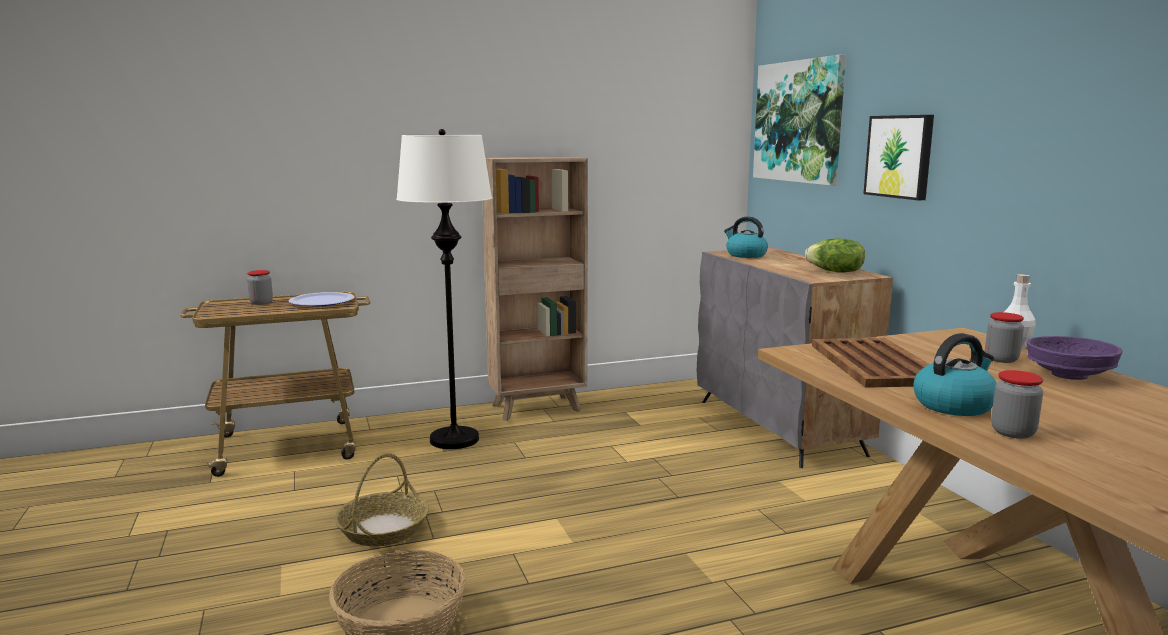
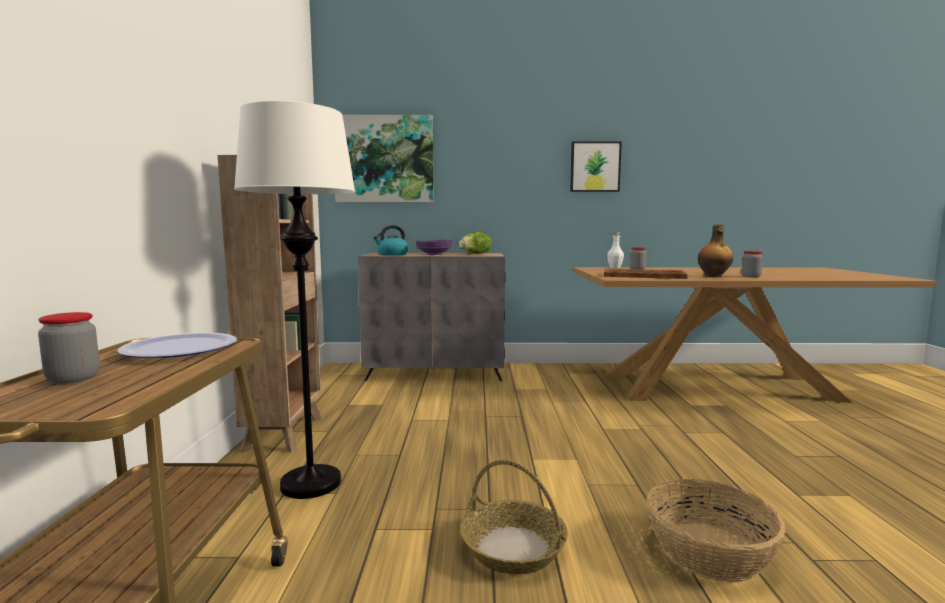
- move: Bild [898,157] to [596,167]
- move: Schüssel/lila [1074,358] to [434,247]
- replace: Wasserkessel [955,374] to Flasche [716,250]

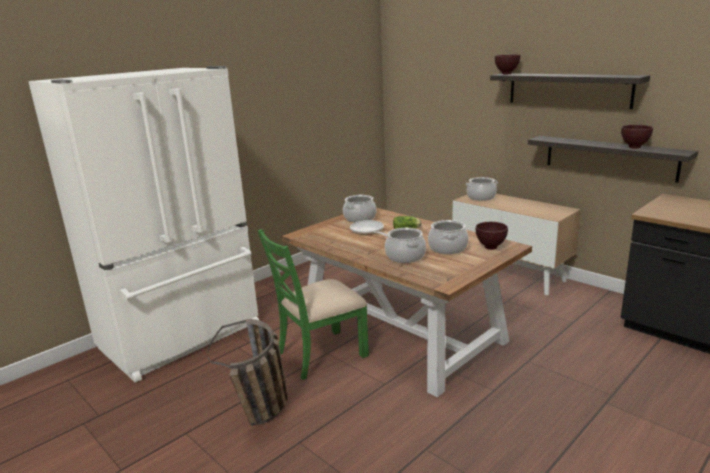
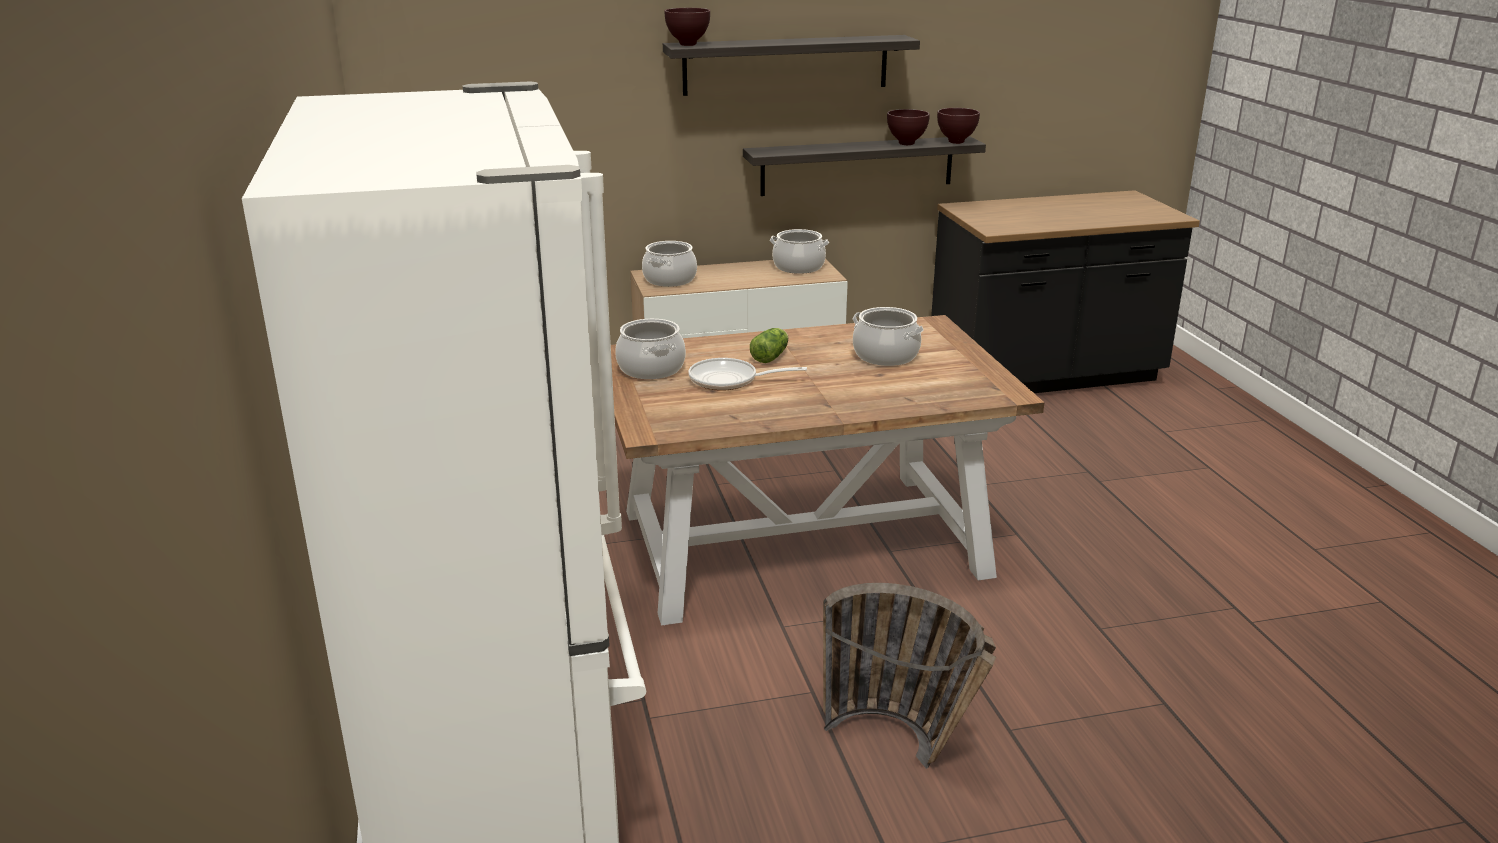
- delete: Stuhl/grün [313,304]
- move: Kochtopf [405,245] to [799,251]
- move: Schüssel/braun [492,236] to [958,126]

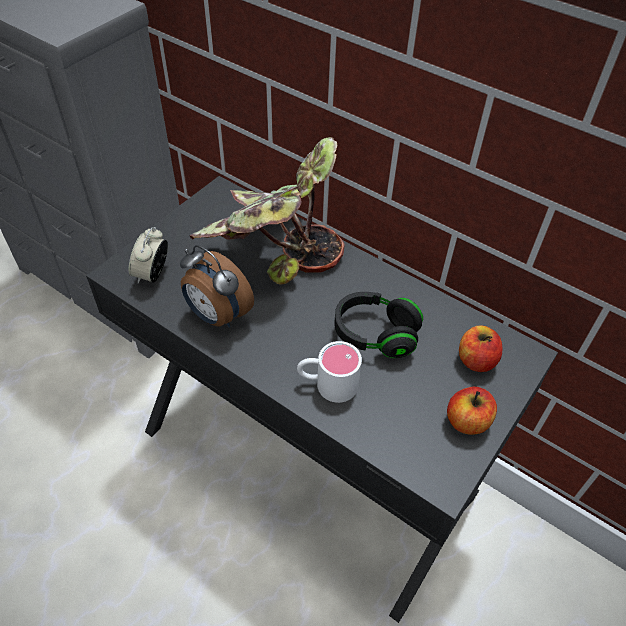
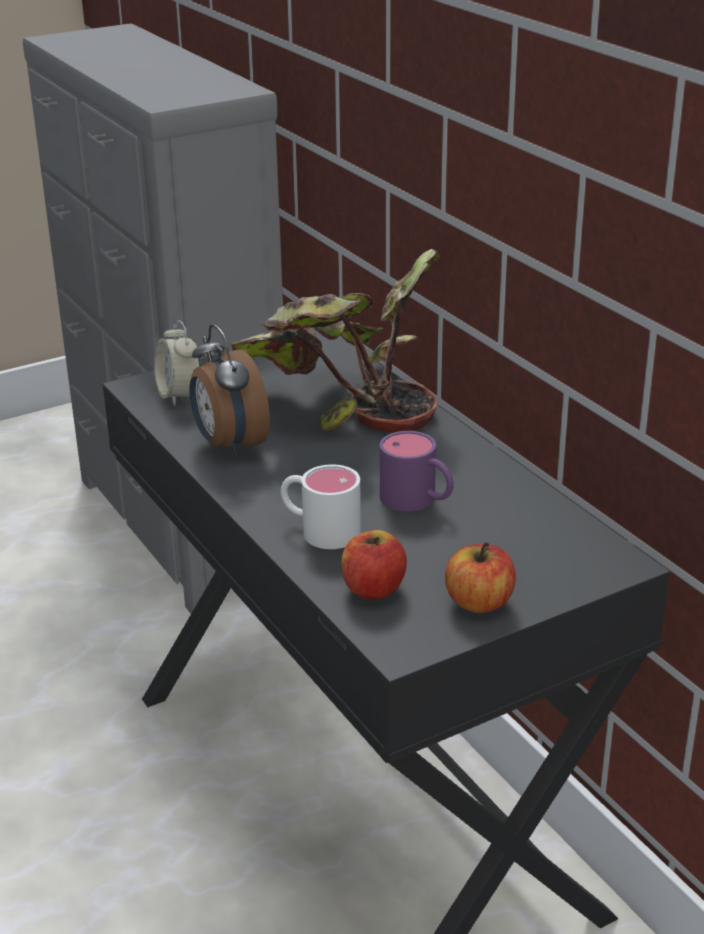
- move: Apfel [480,348] to [374,565]
- replace: Kopfhörer/schwarz [378,325] to Henkelbecher/lila [417,471]
- rotate: Wecker [148,255] = [177,363] 60 degrees counterclockwise

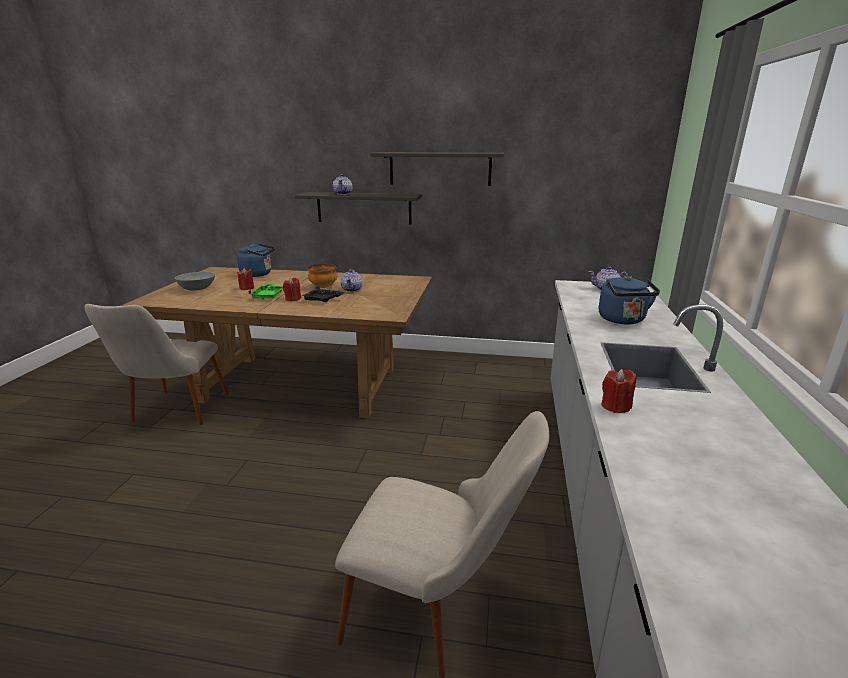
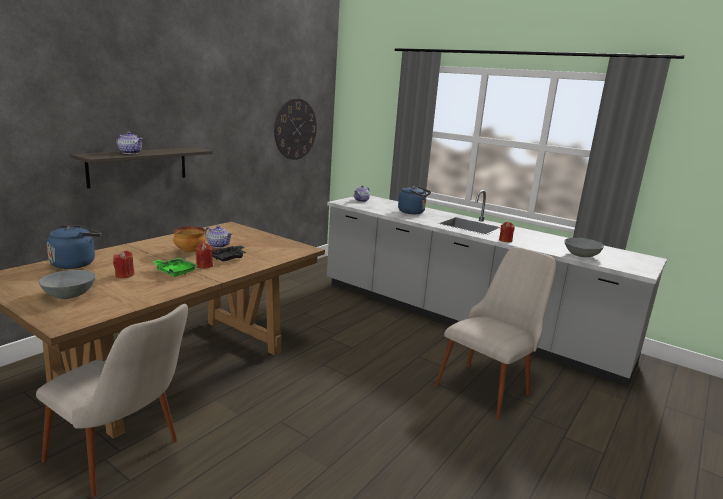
- delete: Wandregal [437,169]
- insert: Wanduhr [295,129]
- insert: Schüssel/grau [584,247]

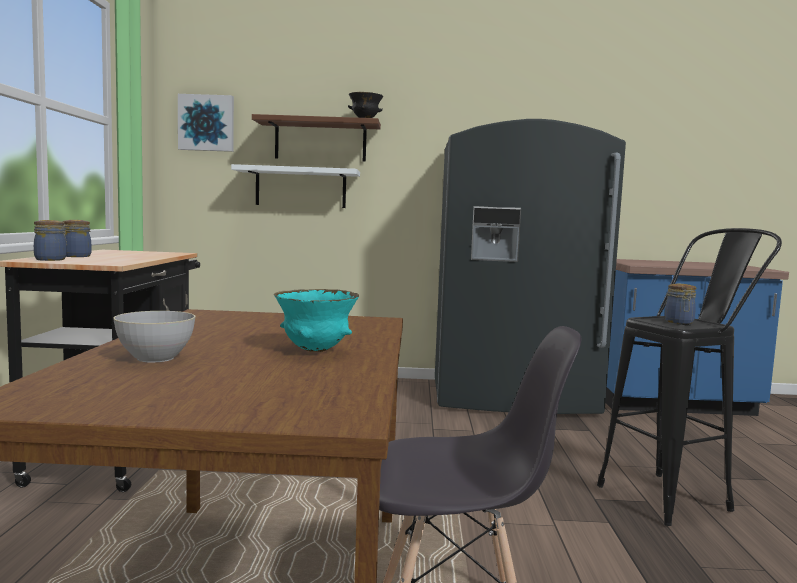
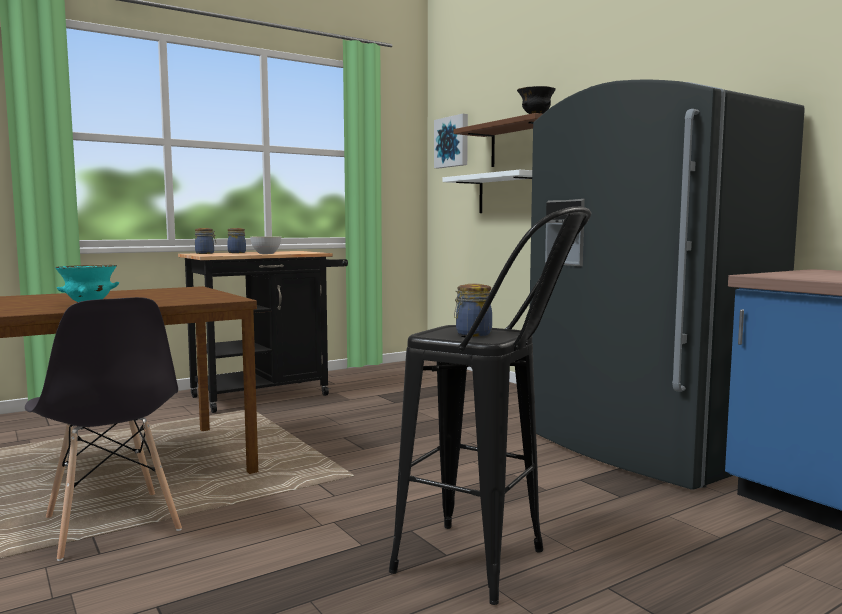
- move: Schüssel/grau [154,336] to [265,245]

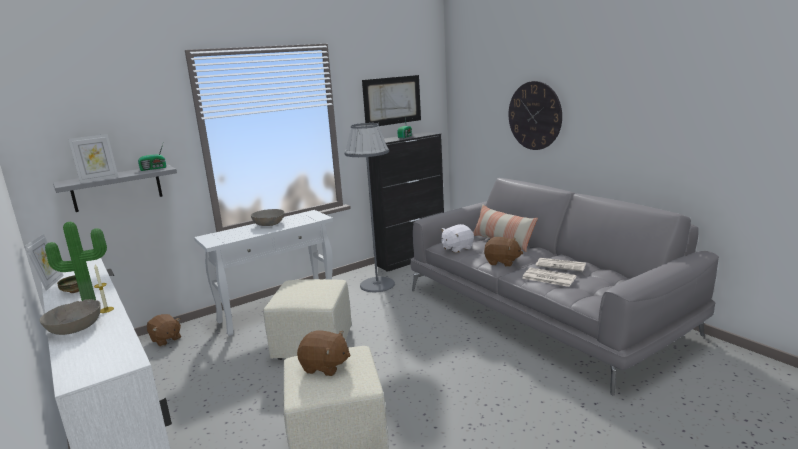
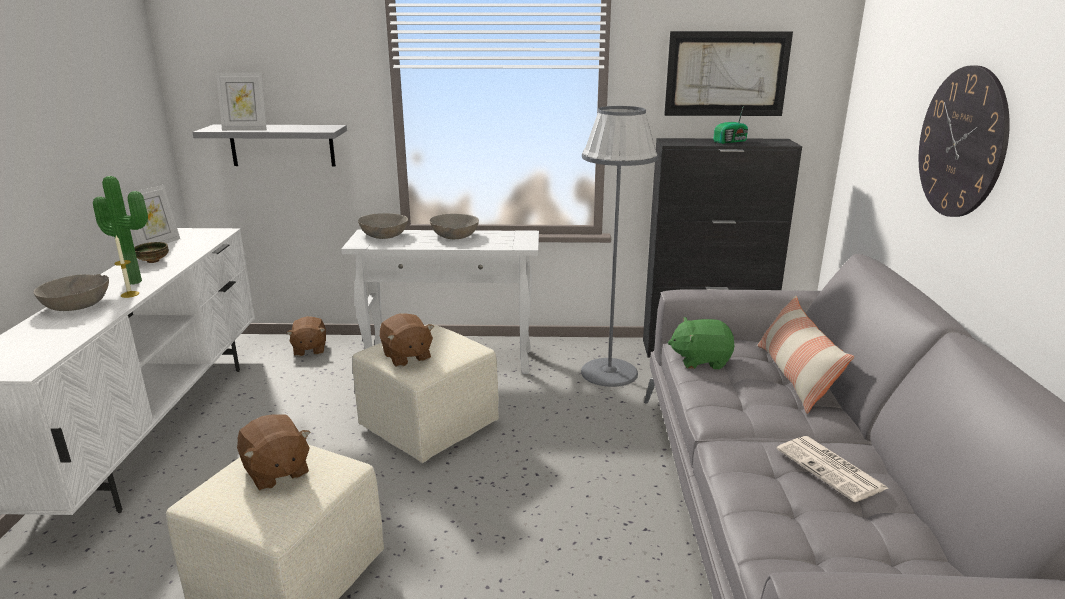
- delete: Radio [152,157]
- delete: Zeitung [549,277]
- insert: Schüssel/grau [383,226]
- move: Plüschtier/braun [503,252] to [407,340]
- recolor: Plüschtier/weiß [457,238] to Plüschtier/grün [701,343]

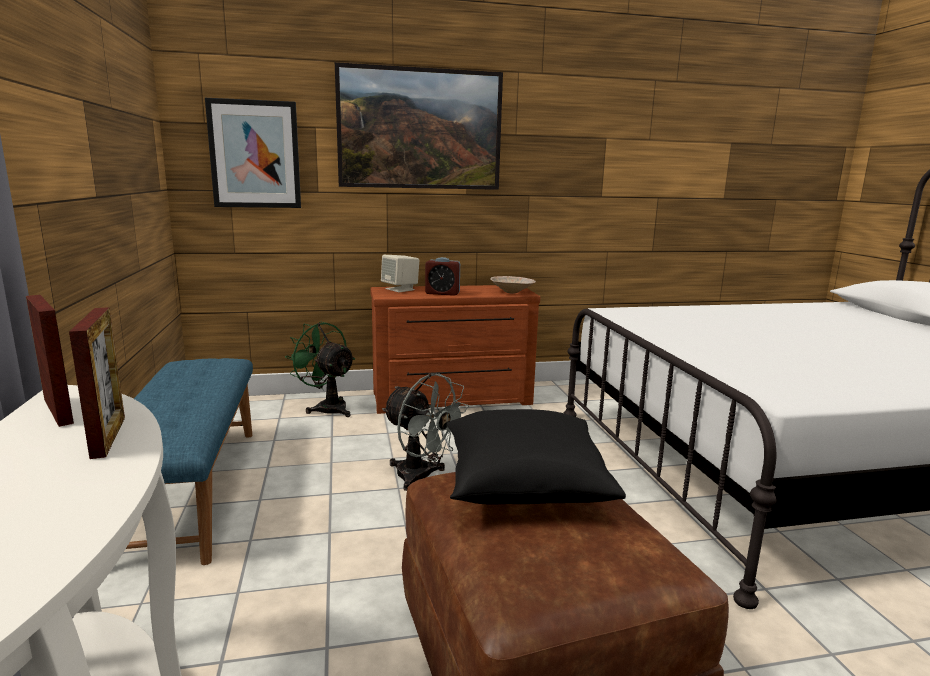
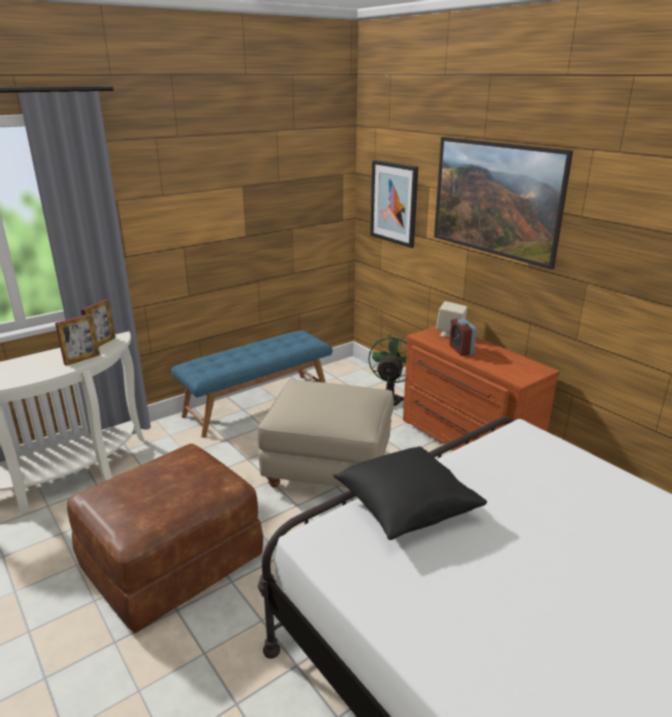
- delete: Schüssel/beige [513,284]
- move: Kissen/schwarz [536,457] to [410,493]
- replace: Ventilator/grau [425,432] to Polsterhocker/beige [325,433]

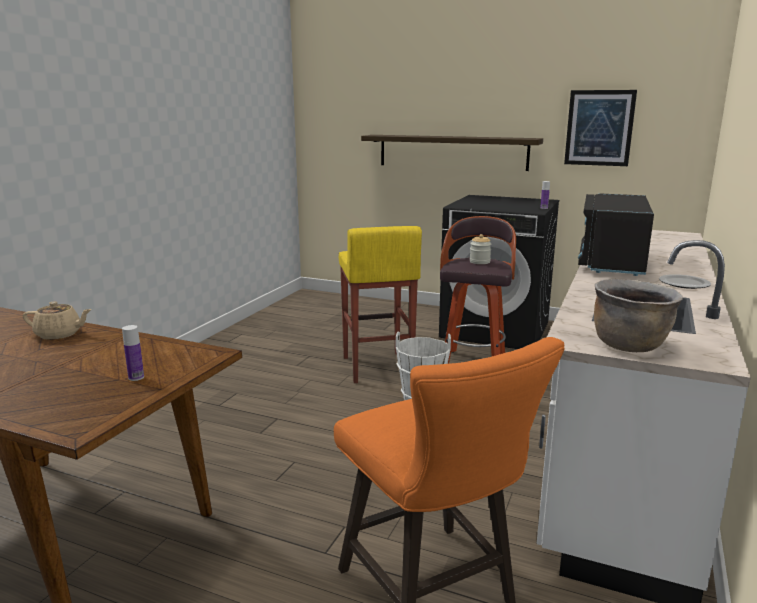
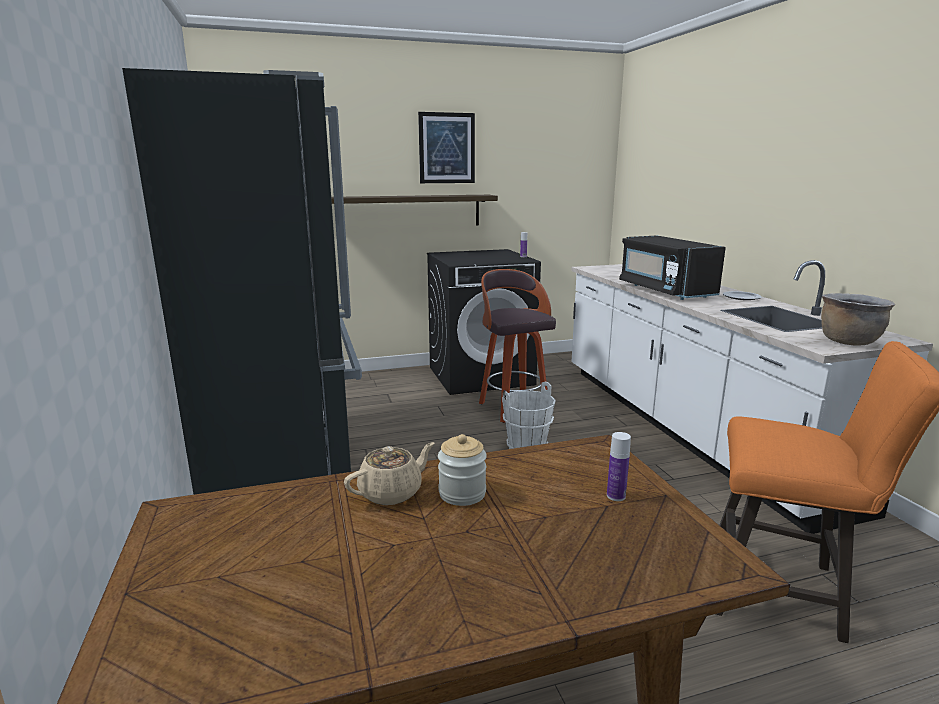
- delete: Hocker/gelb [380,304]
- insert: Kühlschrank/schwarz [242,281]
- move: Vorratsglas [481,249] to [462,470]
- move: Bild [600,128] to [446,147]

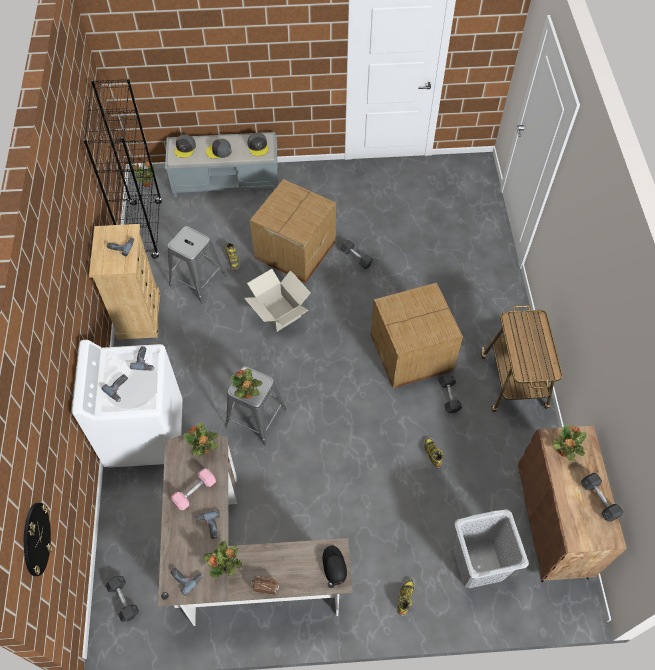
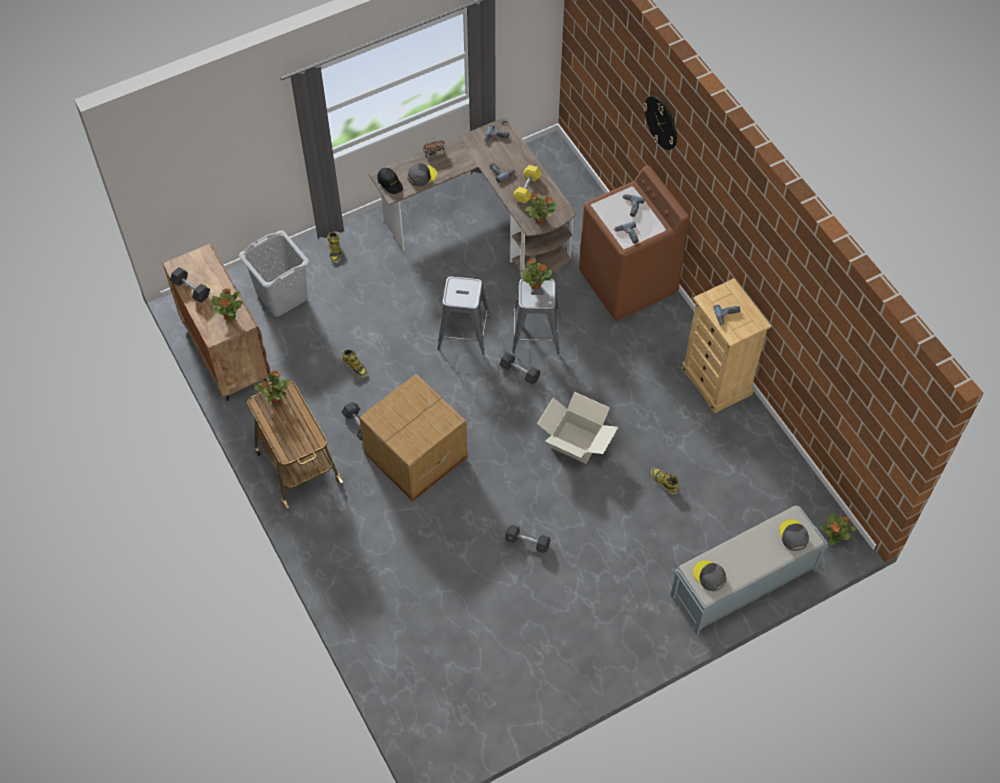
- delete: Bücherregal/schwarz [122,168]
- delete: Karton [293,231]
- move: Wanduhr [38,539] to [660,123]
- move: Hantel/grau [122,599] to [520,368]
- move: Hocker/grau [196,265] to [464,315]
- move: Topfpflanze [222,559] to [272,387]
- move: Kappe/grau [219,148] to [422,175]
- recolor: Waschmaschine/weiß [127,404] to Waschmaschine/braun [634,243]
- recolor: Hantel/rosa [193,490] to Hantel/gelb [527,184]

